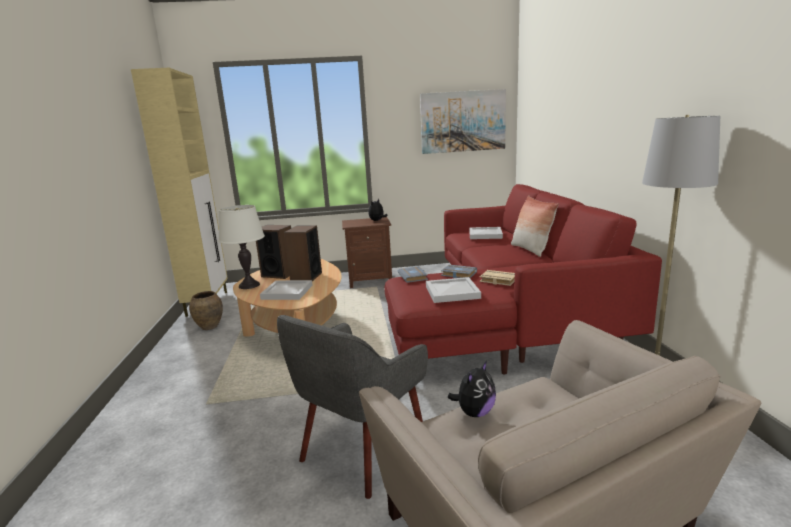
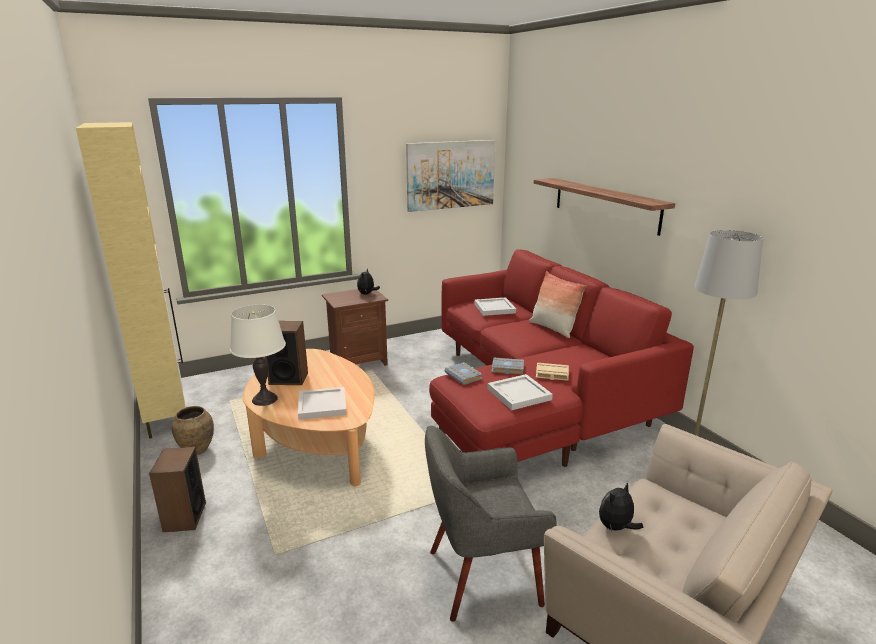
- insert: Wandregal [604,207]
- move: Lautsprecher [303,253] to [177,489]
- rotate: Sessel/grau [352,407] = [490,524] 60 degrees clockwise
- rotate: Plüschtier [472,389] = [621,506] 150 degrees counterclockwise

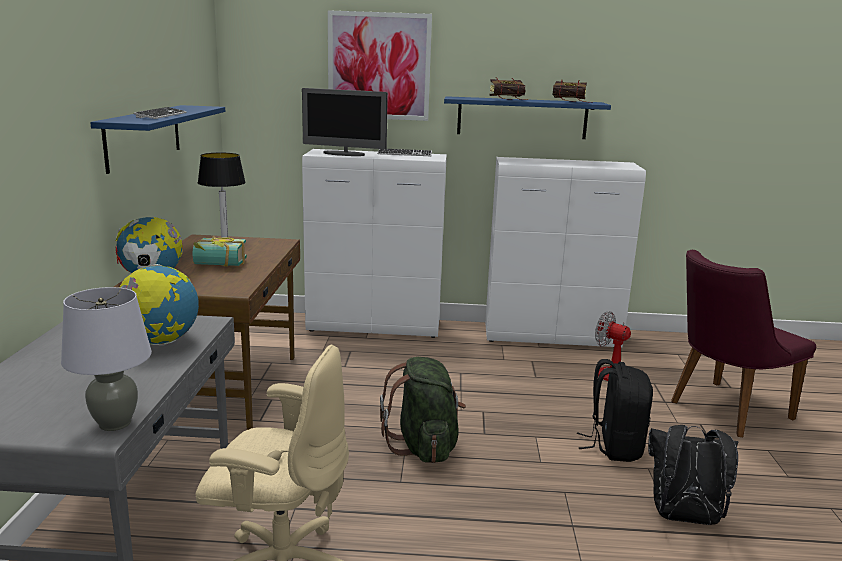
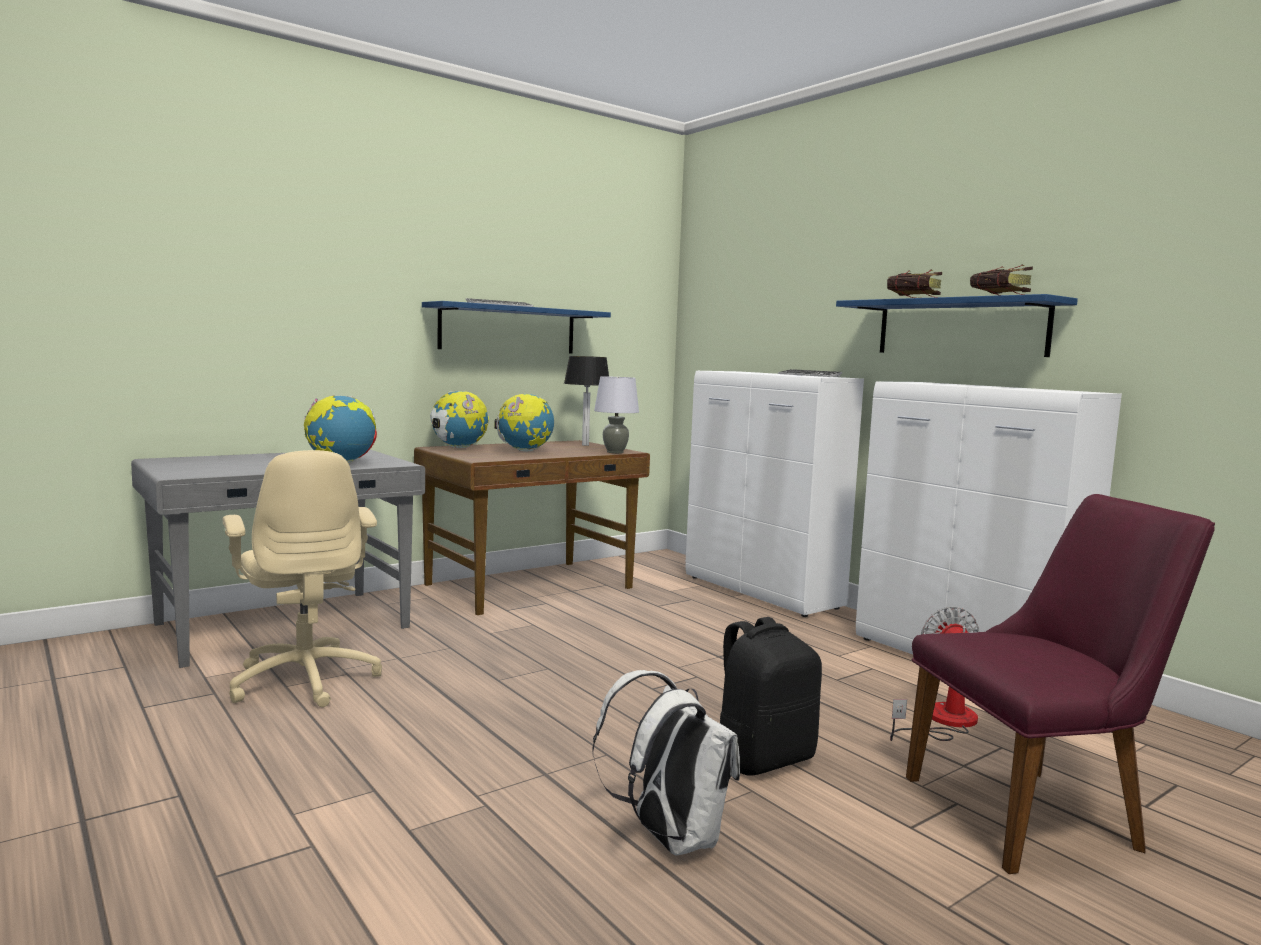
- delete: Monitor [345,122]
- delete: Bild [380,65]
- delete: Rucksack/grün [423,410]
- move: Tischlampe/grau [106,359] to [616,415]
- replace: Buch [220,251] to Globus [524,422]
- recolor: Rucksack/schwarz [693,475] to Rucksack/weiß [666,762]
- rotate: Stuhl/lila [743,343] = [1060,684] 150 degrees clockwise

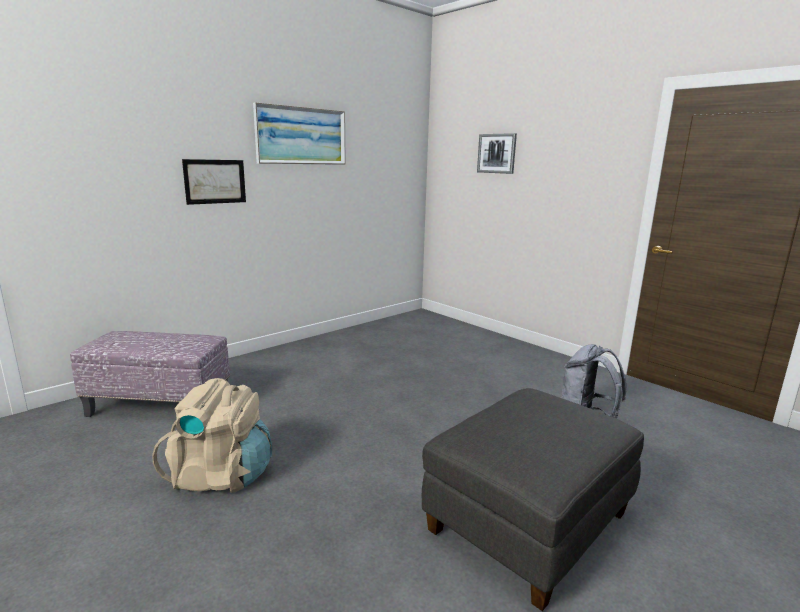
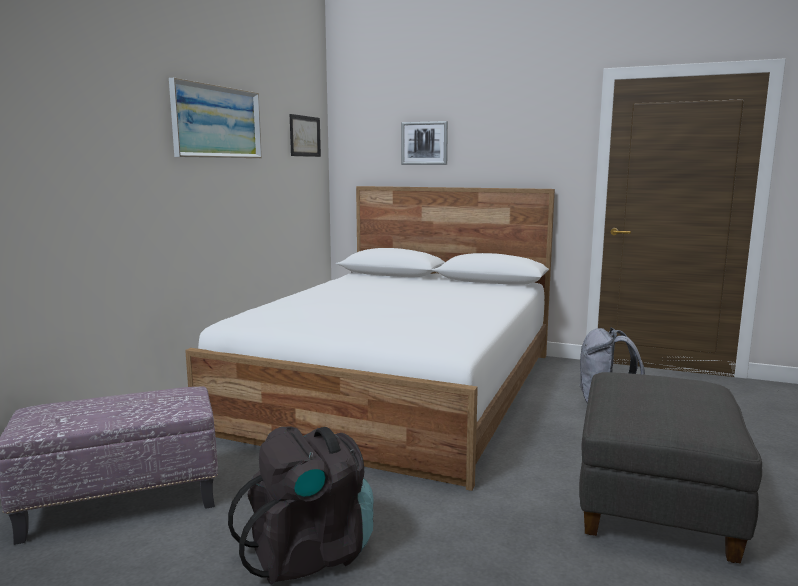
- insert: Bett/weiß [370,338]
- move: Bild [214,182] to [305,135]
- recolor: Rucksack/beige [212,435] to Rucksack/schwarz [301,505]

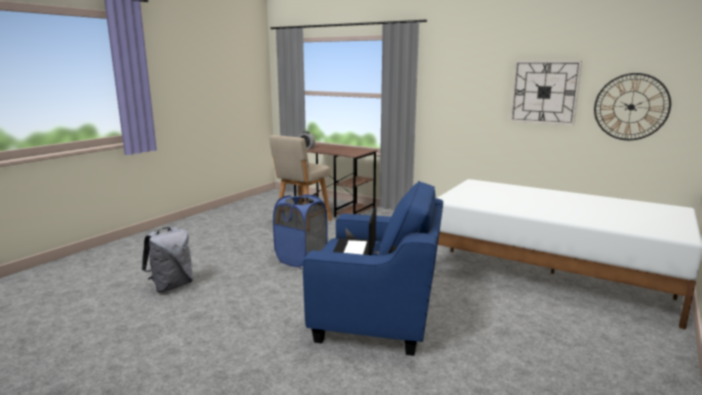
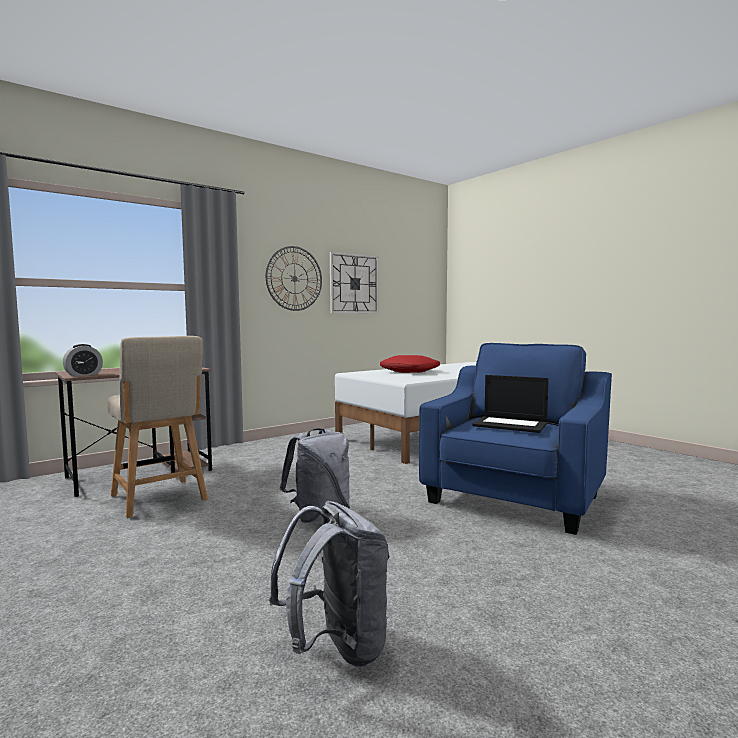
- insert: Kissen/rot [410,364]
- move: Wanduhr [632,106] to [294,278]
- replace: Wäschekorb/blau [300,230] to Rucksack/grau [315,475]

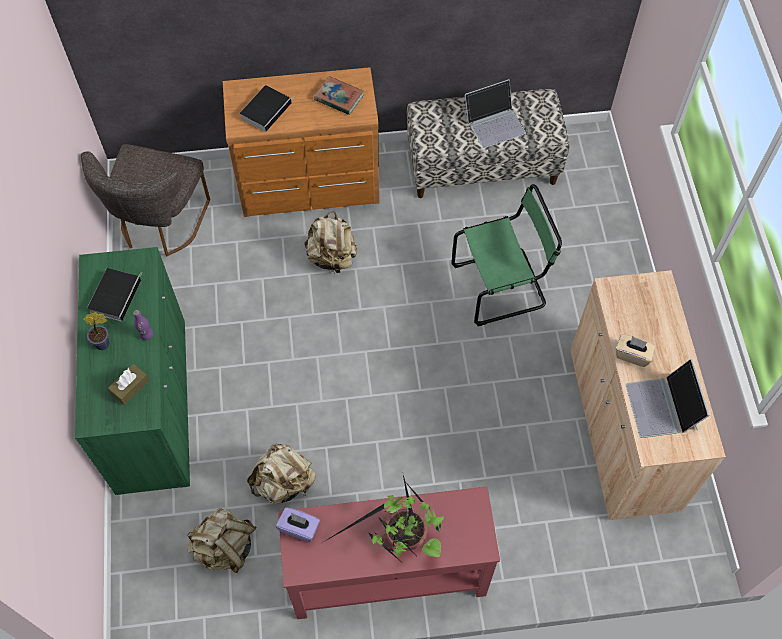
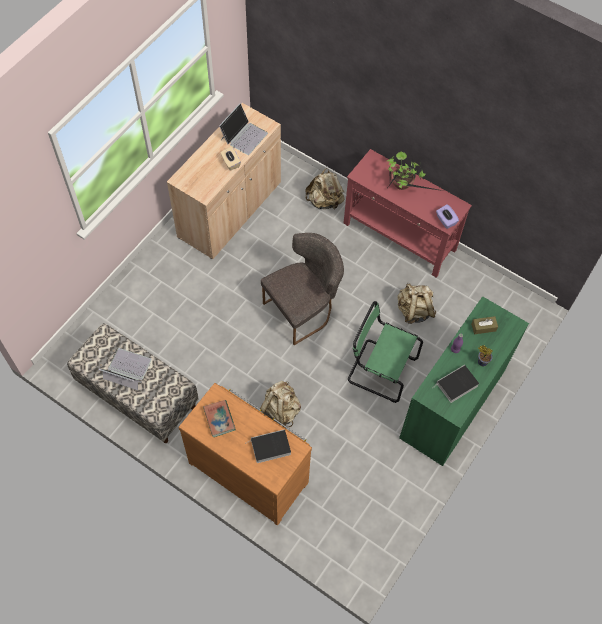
- move: Stuhl/grau [145,200] to [302,289]
- move: Rucksack/beige [221,540] to [325,189]
- move: Stuhl/grün [506,255] to [385,352]

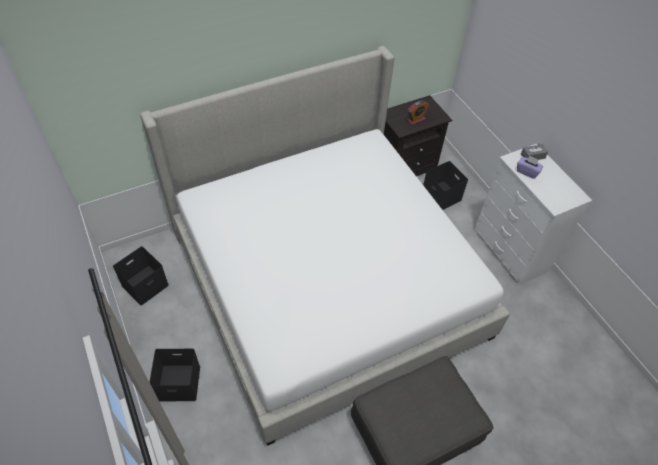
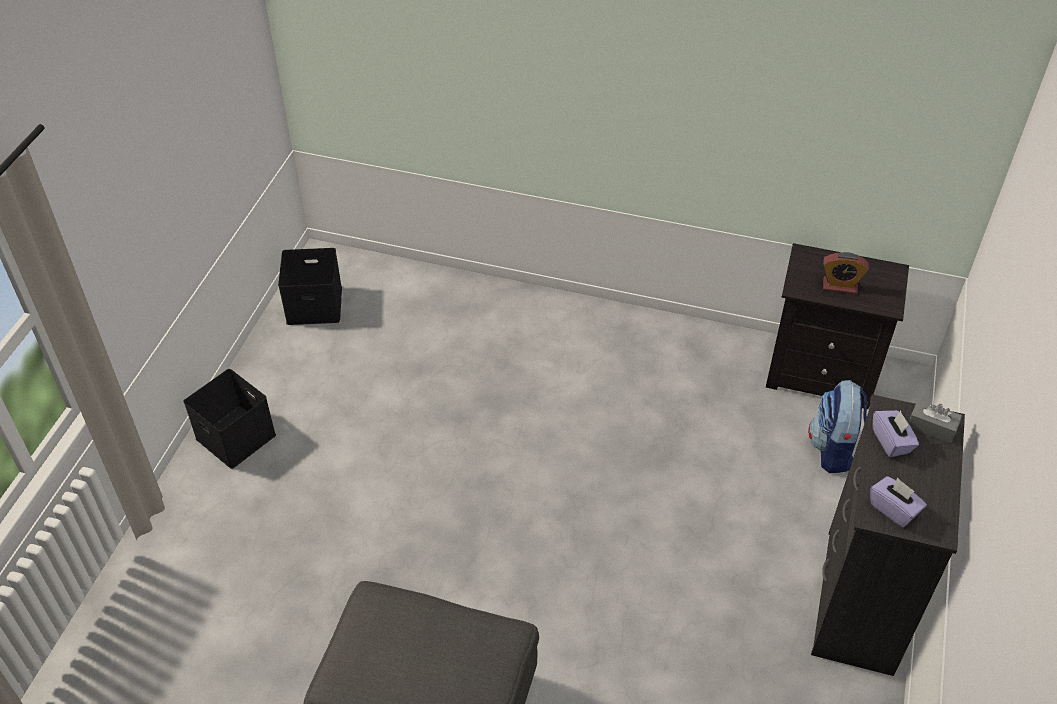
- delete: Bett [325,246]
- insert: Taschentuchbox/lila [898,501]
- replace: Aufbewahrungsbox/schwarz [445,185] to Rucksack [838,426]
- recolor: Kommode/weiß [533,215] to Kommode/schwarz [888,535]

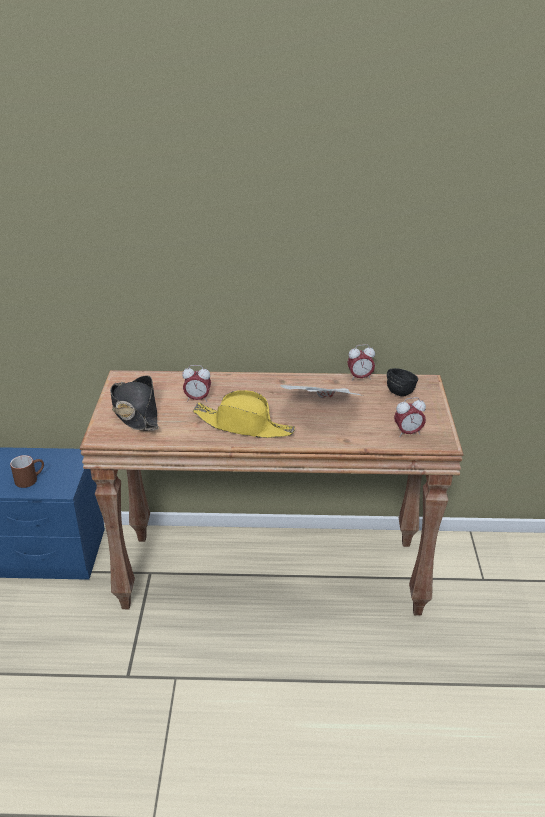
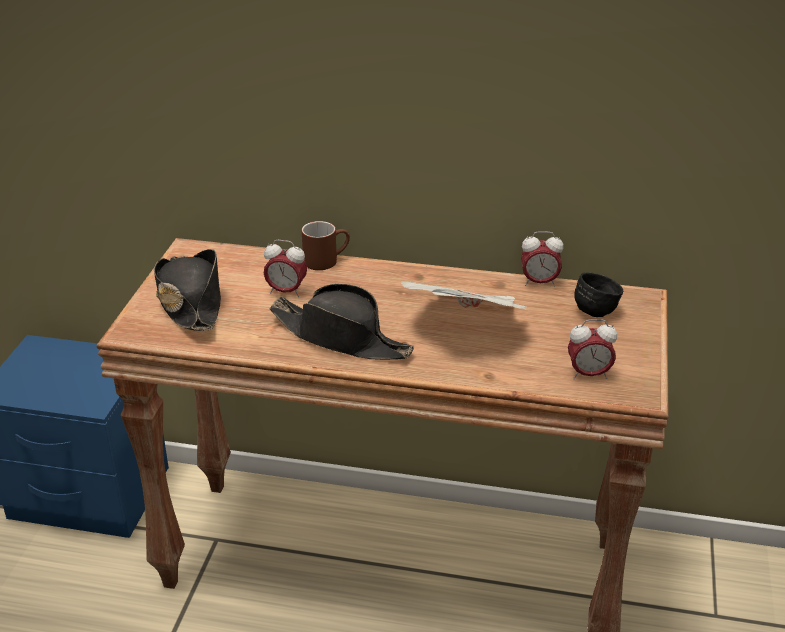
- move: Henkelbecher/braun [27,471] to [326,245]
- recolor: Hut/gelb [244,414] to Hut/schwarz [341,322]

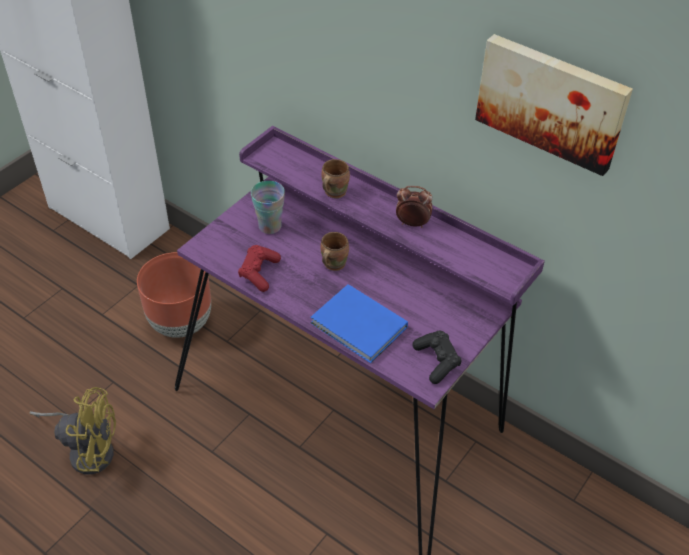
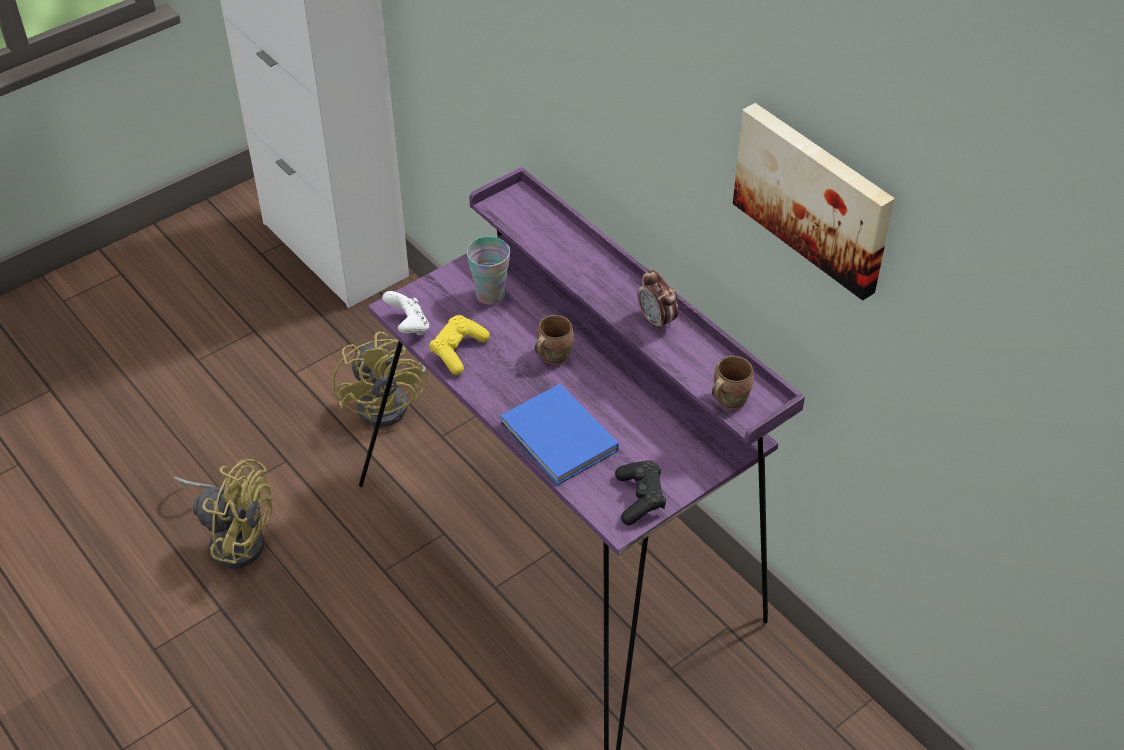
- insert: Gamepad/weiß [405,313]
- move: Henkelbecher/braun [336,178] to [733,383]
- replace: Pflanzkübel/braun [174,295] to Ventilator/gelb [380,379]
- recolor: Gamepad/rot [259,268] to Gamepad/gelb [460,345]
- rotate: Wecker [414,207] = [658,300] 150 degrees counterclockwise

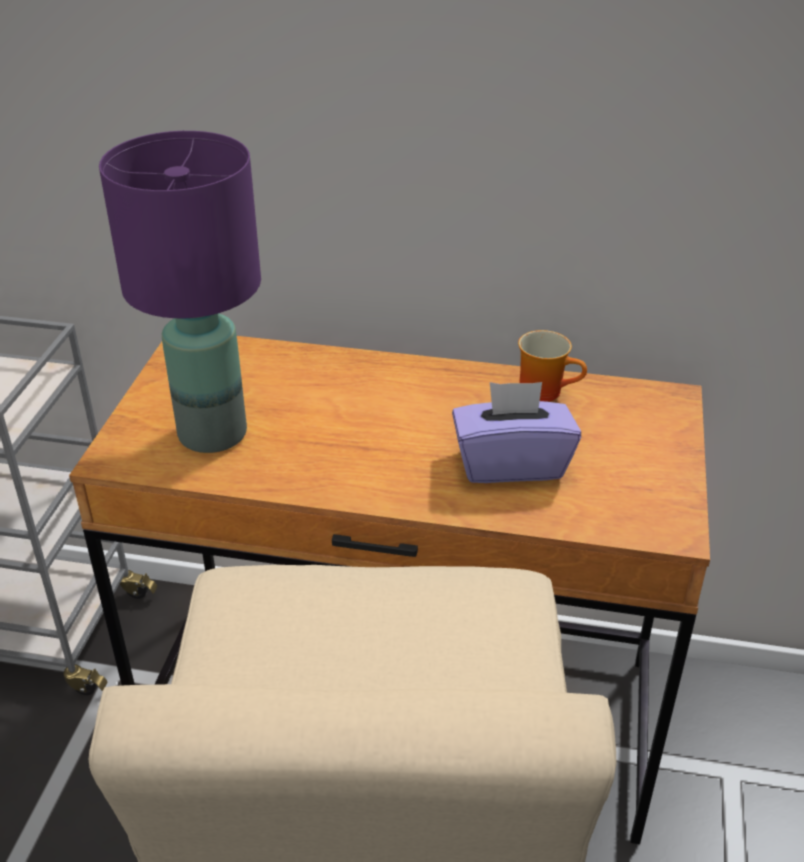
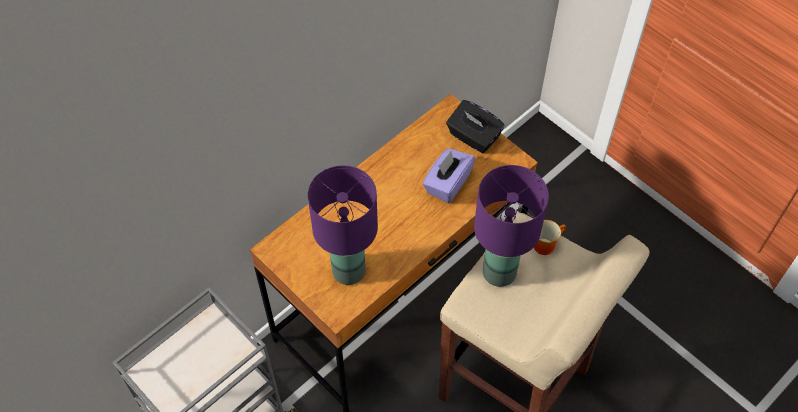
- insert: Taschentuchbox/schwarz [475,126]
- insert: Tischlampe/lila [511,226]
- move: Henkelbecher [552,366] to [550,237]

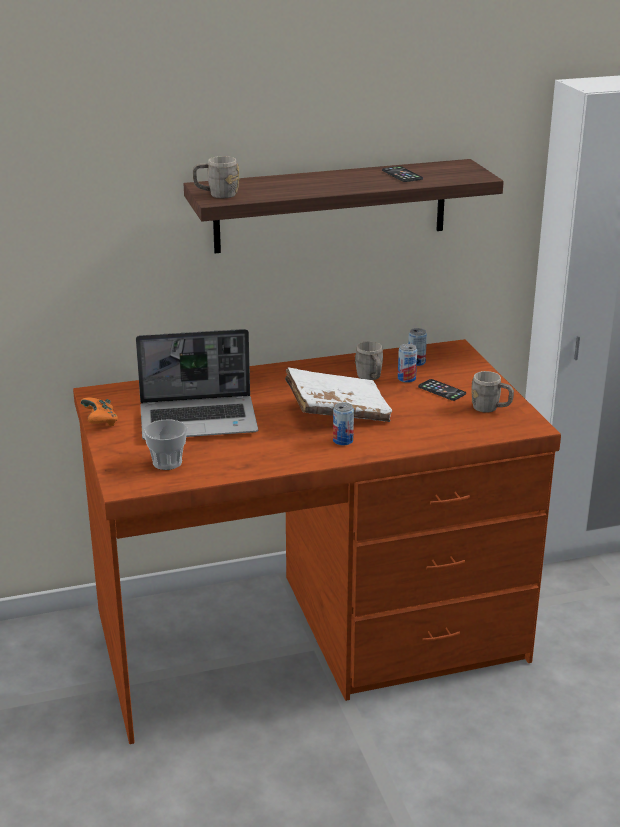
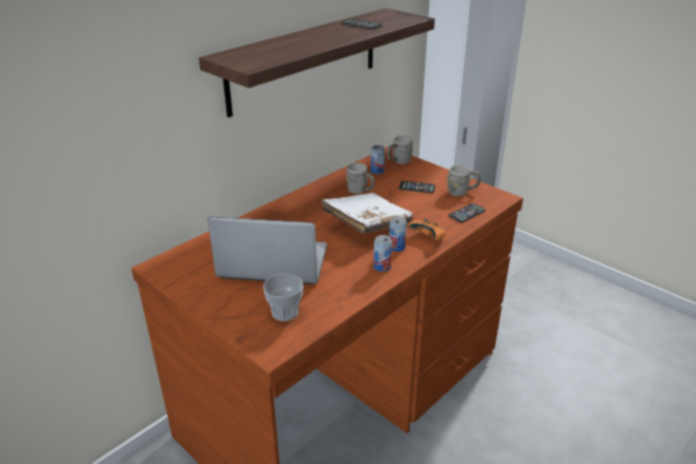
- insert: Handy [467,213]
- move: Gamepad/orange [99,411] to [427,229]
- move: Henkelbecher/grau [216,177] to [400,150]
- move: Dose [407,363] to [382,253]
- rotate: Laptop [197,384] = [267,250] 135 degrees counterclockwise

